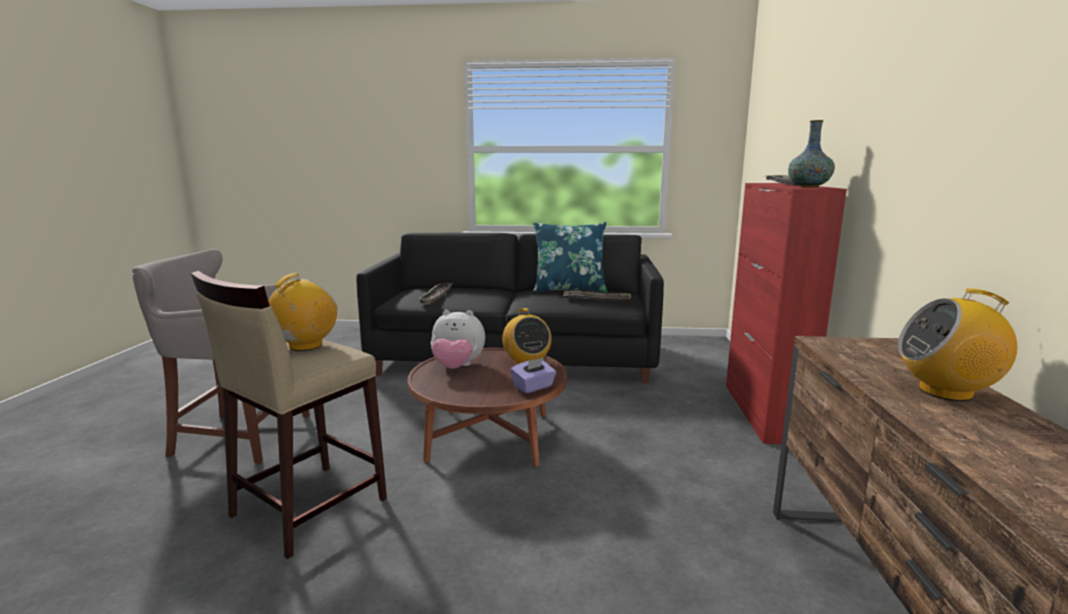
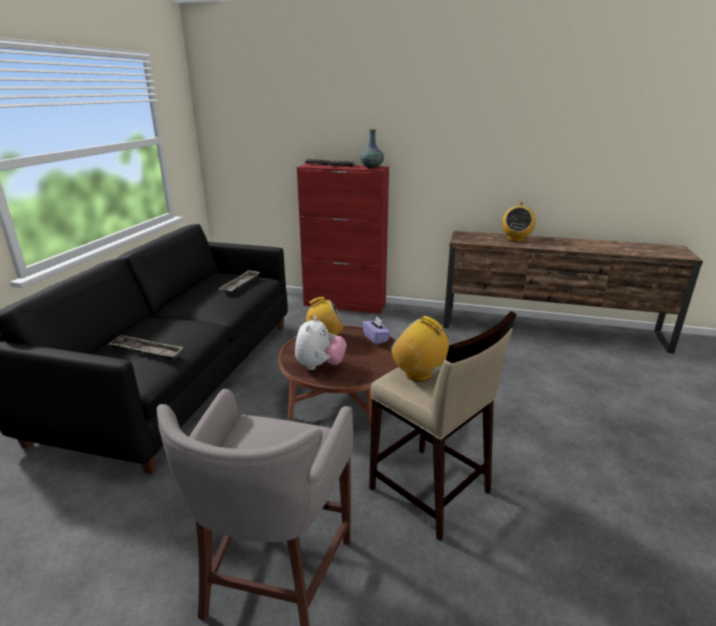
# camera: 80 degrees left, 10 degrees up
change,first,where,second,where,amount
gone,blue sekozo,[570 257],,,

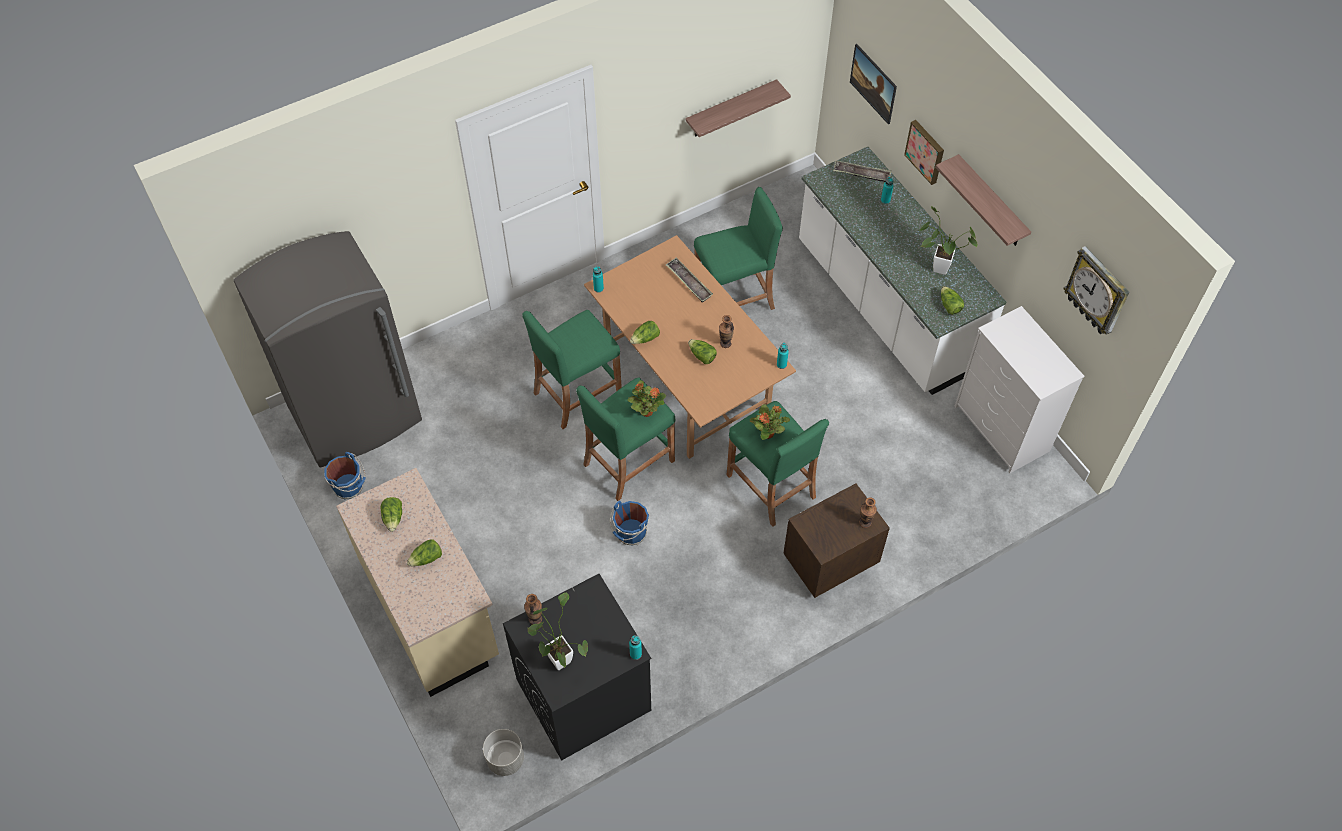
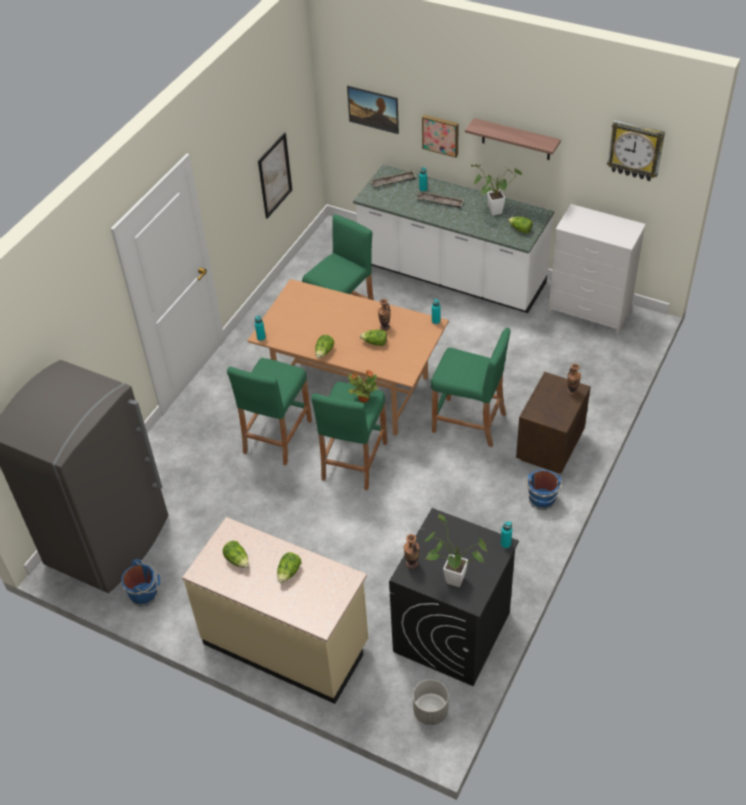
# camera: 30 degrees left, 10 degrees down
change,first,where,second,where,amount
swapped,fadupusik,[738 108],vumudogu,[275 176],
shifted,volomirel,[689 280],,[440 200],
gone,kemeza,[770 422],,,
shifted,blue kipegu,[630 523],,[544 489],

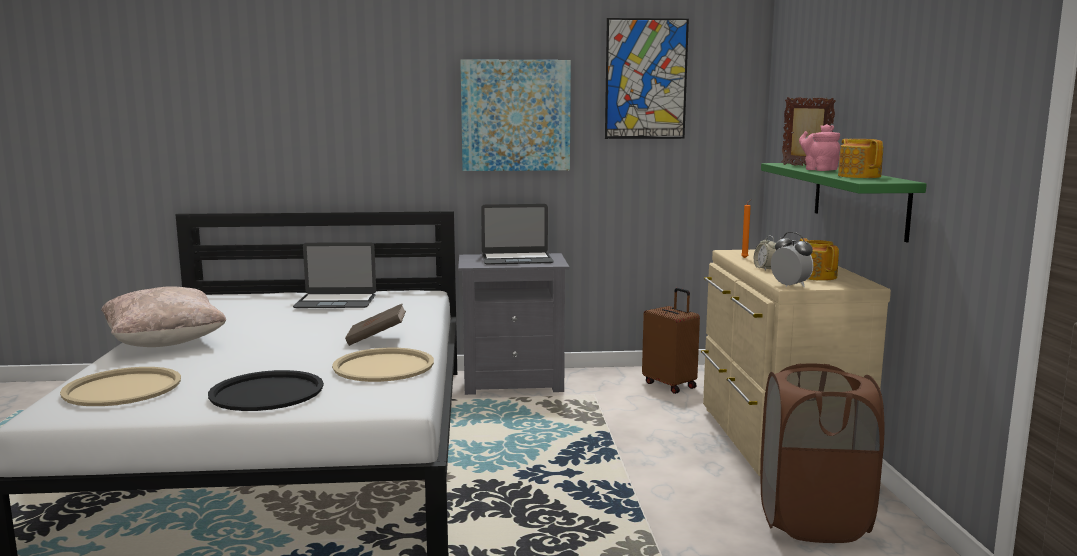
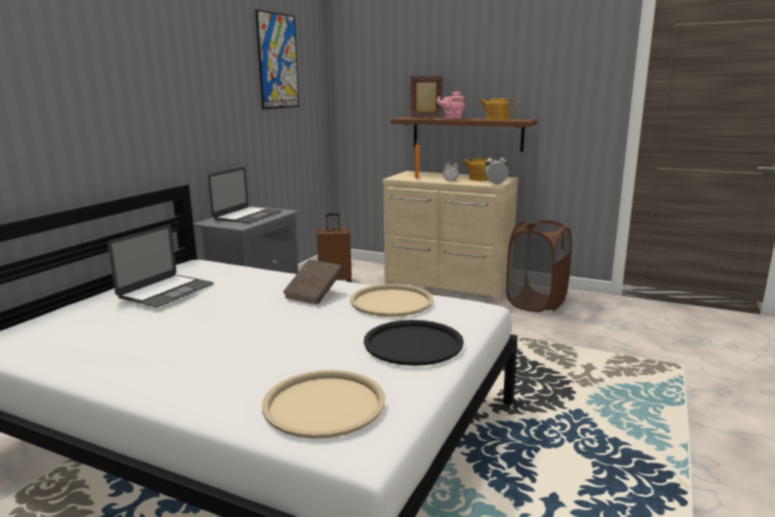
# camera: 60 degrees left, 5 degrees up
change,first,where,second,where,amount
gone,vumudogu,[515 115],,,
repainted,green fadupusik,[844 203],brown fadupusik,[464 134],
gone,beige sekozo,[163 317],,,

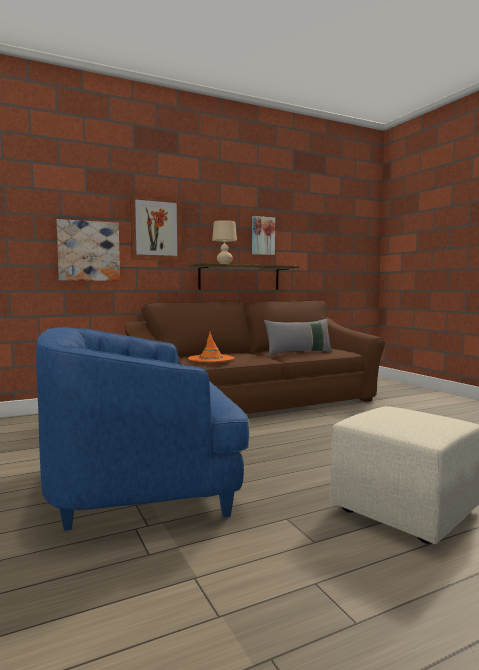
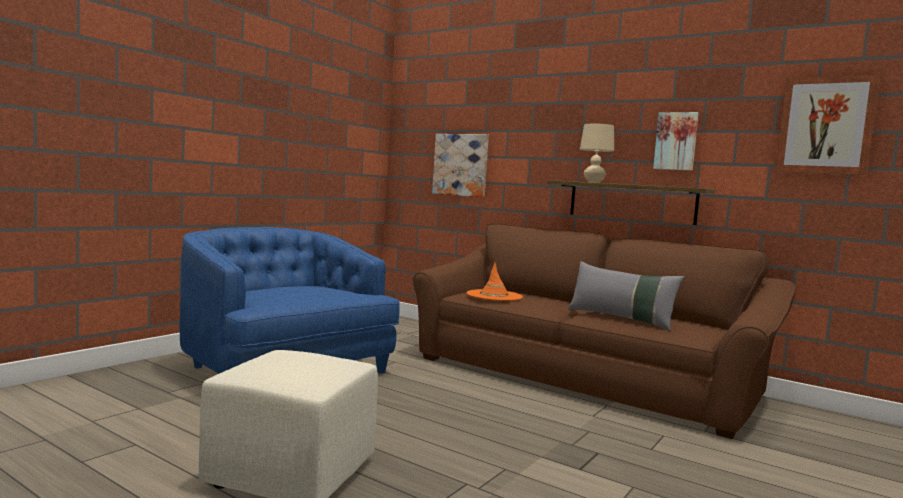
# camera: 60 degrees right, 0 degrees up
change,first,where,second,where,amount
shifted,vumudogu,[156 228],,[828 124],

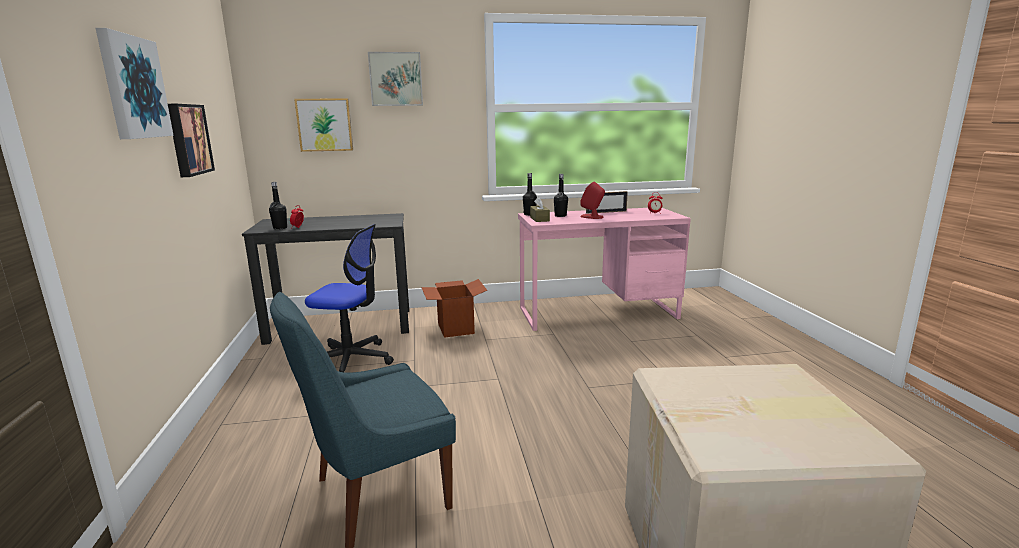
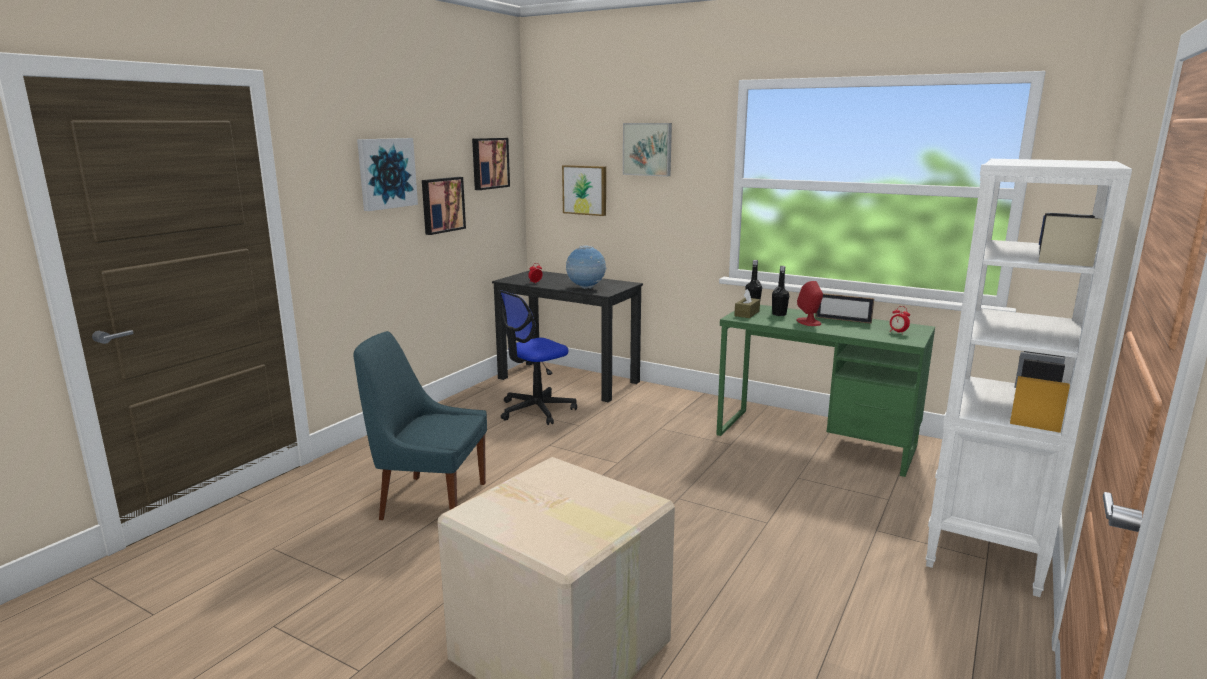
# camera: 40 degrees right, 0 degrees up
change,first,where,second,where,amount
gone,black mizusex,[278 205],,,
repainted,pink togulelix,[604 269],green togulelix,[825 391],
rotated,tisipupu,[349 298],,[538 357],90 degrees clockwise
gone,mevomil,[454 308],,,
new,,,vumudogu,[491 164],
new,,,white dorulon,[1029 378],
new,,,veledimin,[586 267],

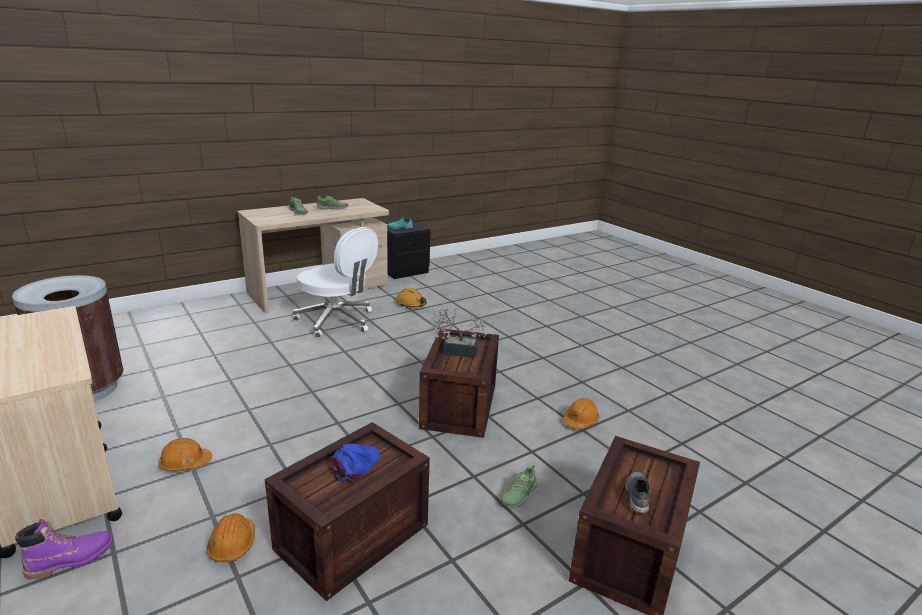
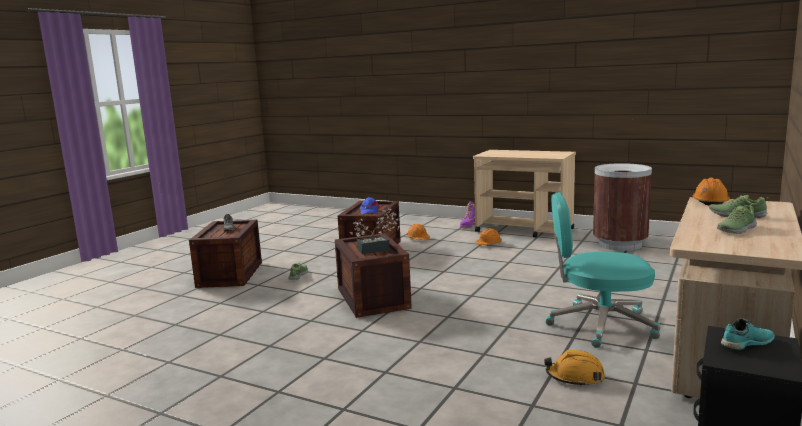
# camera: 155 degrees right, 10 degrees down
change,first,where,second,where,amount
repainted,white tisipupu,[335 282],turquoise tisipupu,[603 270],
shifted,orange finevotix,[581 413],,[711 191],

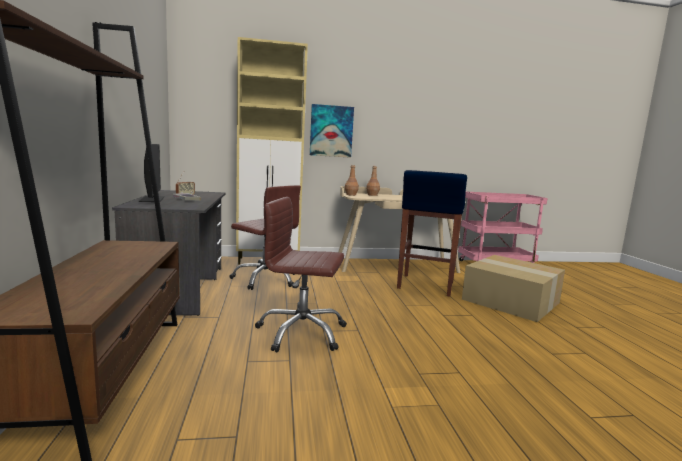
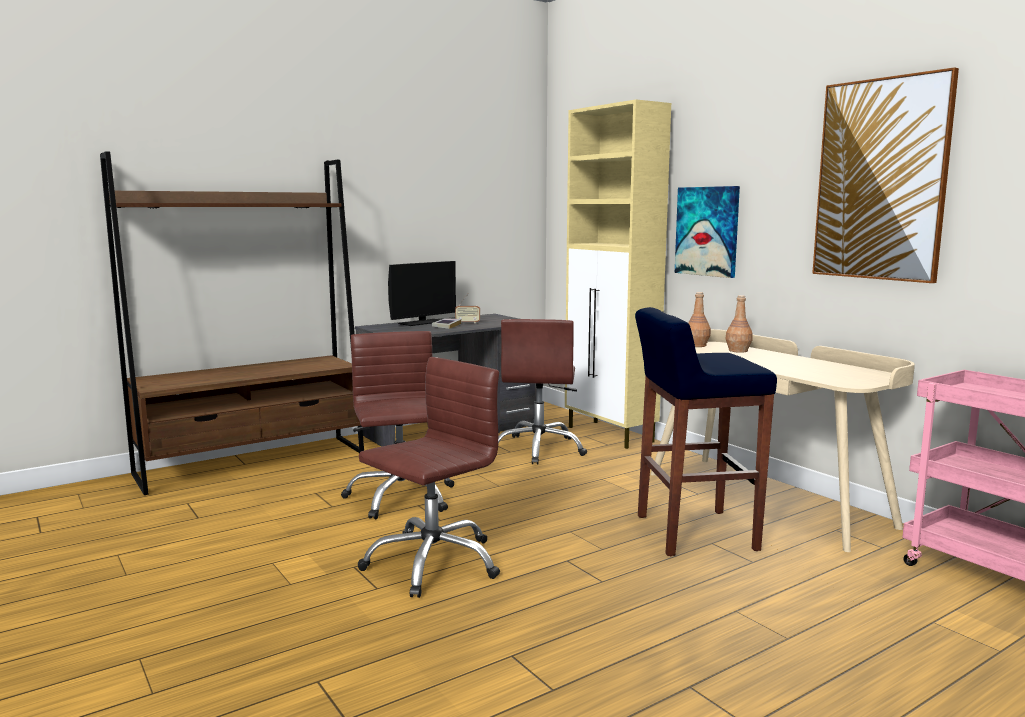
# camera: 65 degrees right, 0 degrees up
change,first,where,second,where,amount
gone,mevomil,[513 288],,,
new,,,vumudogu,[885 175],
new,,,brown tisipupu,[429 477],

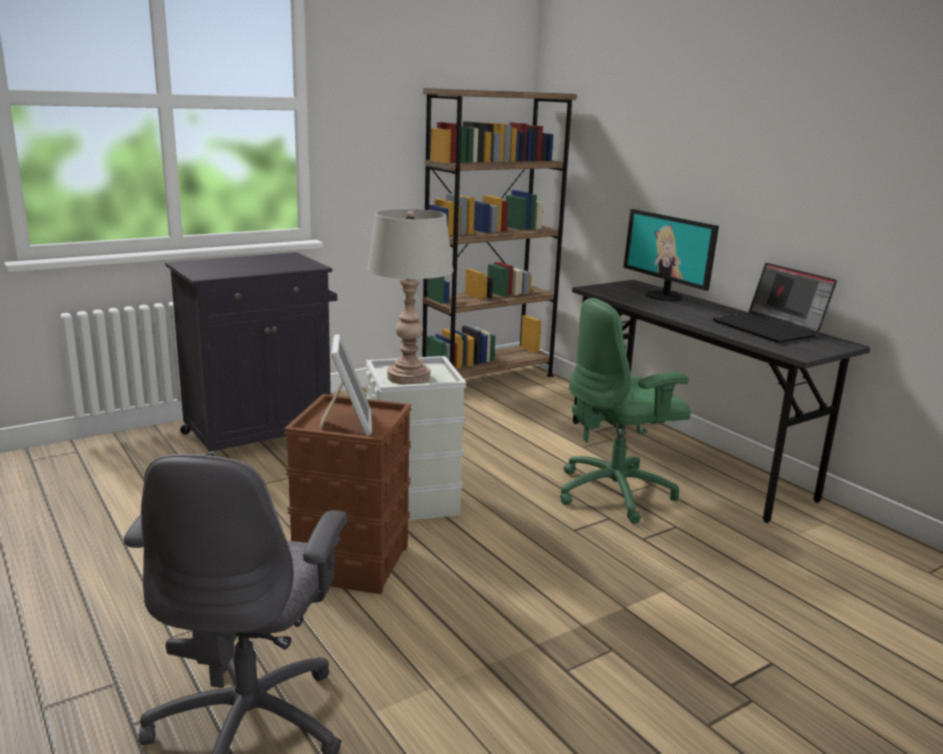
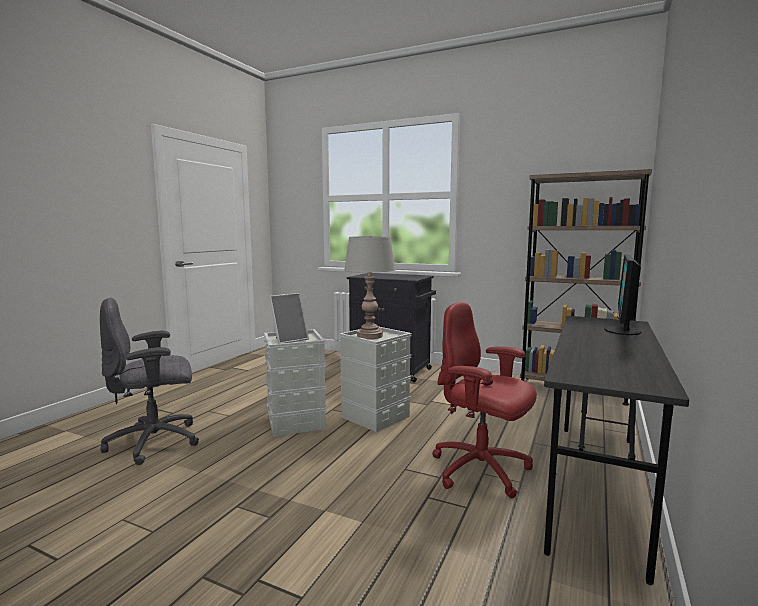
# camera: 60 degrees right, 10 degrees down
change,first,where,second,where,amount
gone,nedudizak,[774 303],,,
repainted,green tisipupu,[625 411],red tisipupu,[484 400],
repainted,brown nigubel,[347 494],grey nigubel,[295 383],

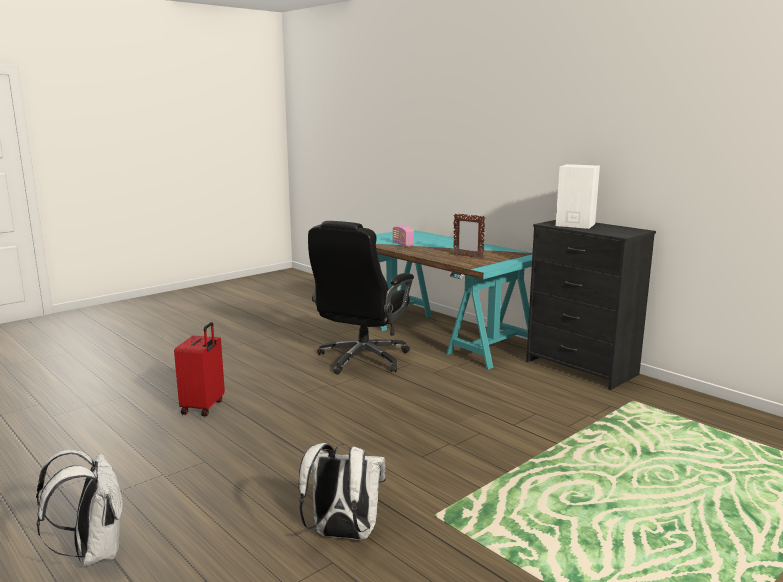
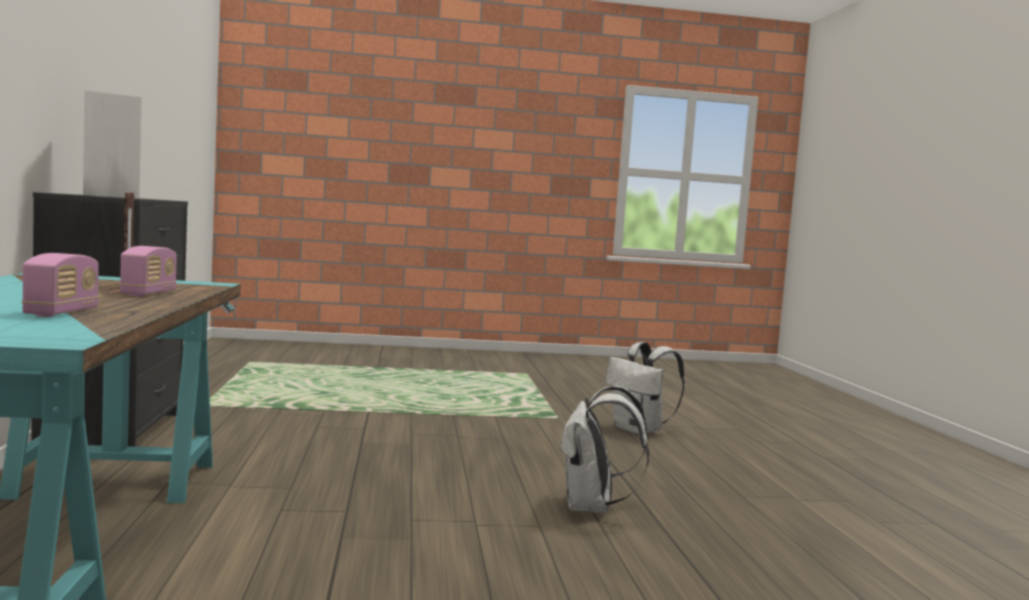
# camera: 145 degrees left, 10 degrees down
change,first,where,second,where,amount
gone,black tisipupu,[361 297],,,
gone,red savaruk,[199 369],,,
shifted,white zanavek,[80 508],,[604 449],
new,,,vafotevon,[148 271],

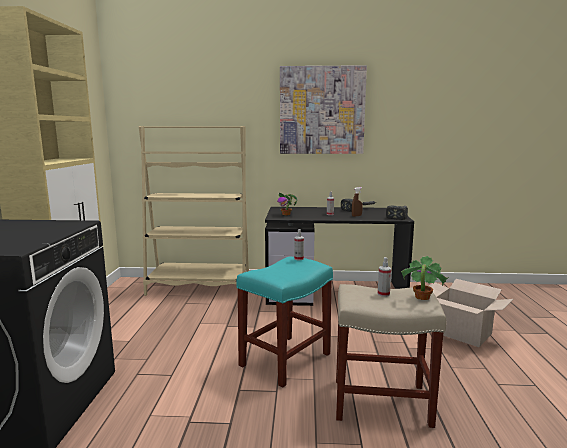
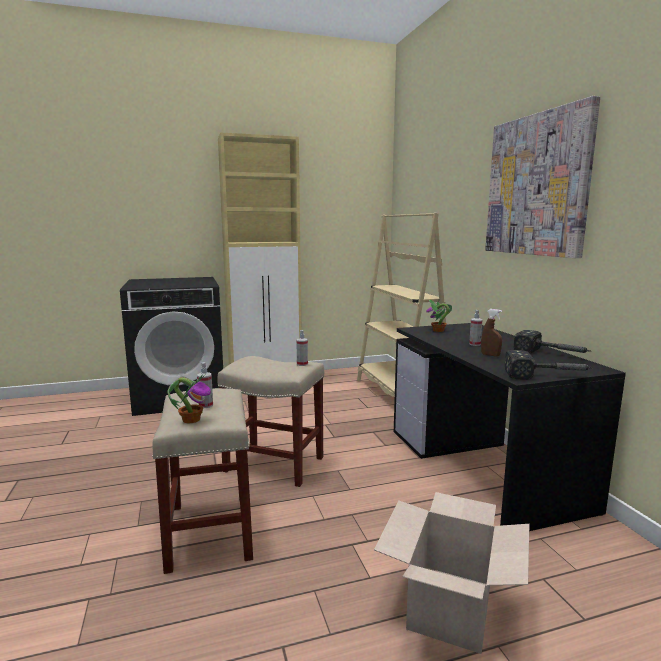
# camera: 70 degrees right, 0 degrees up
change,first,where,second,where,amount
repainted,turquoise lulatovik,[284 322],beige lulatovik,[270 421],

